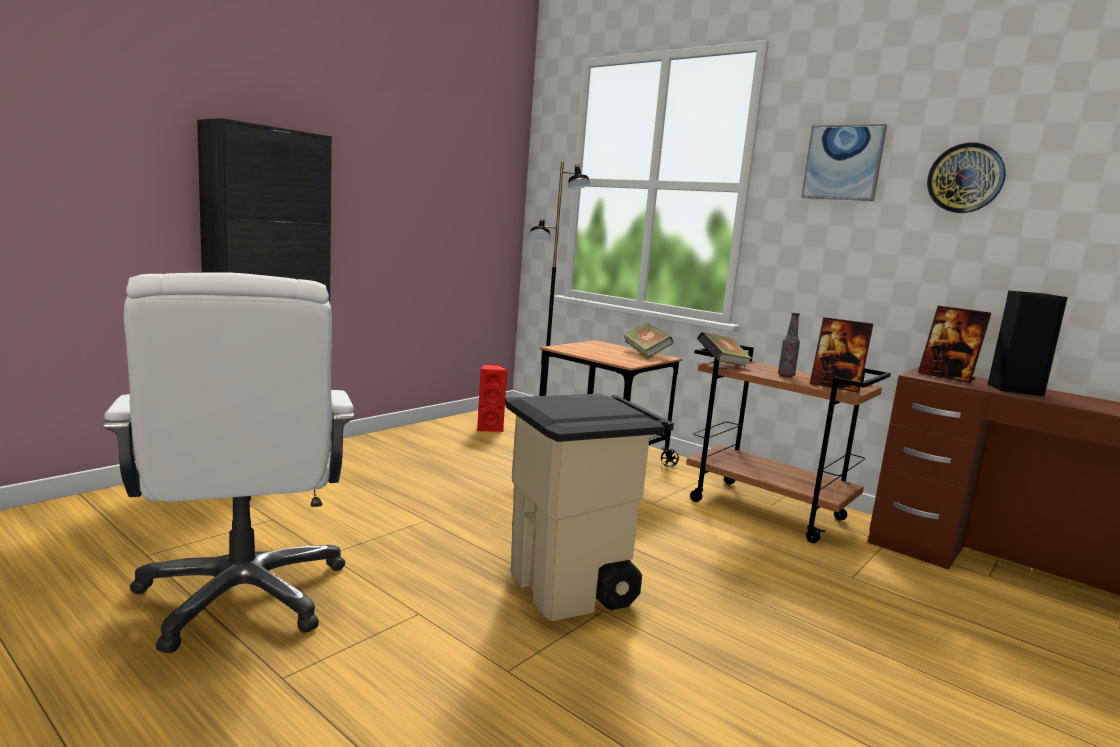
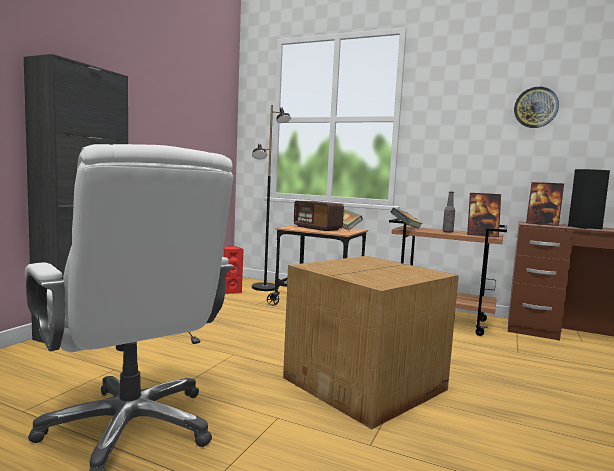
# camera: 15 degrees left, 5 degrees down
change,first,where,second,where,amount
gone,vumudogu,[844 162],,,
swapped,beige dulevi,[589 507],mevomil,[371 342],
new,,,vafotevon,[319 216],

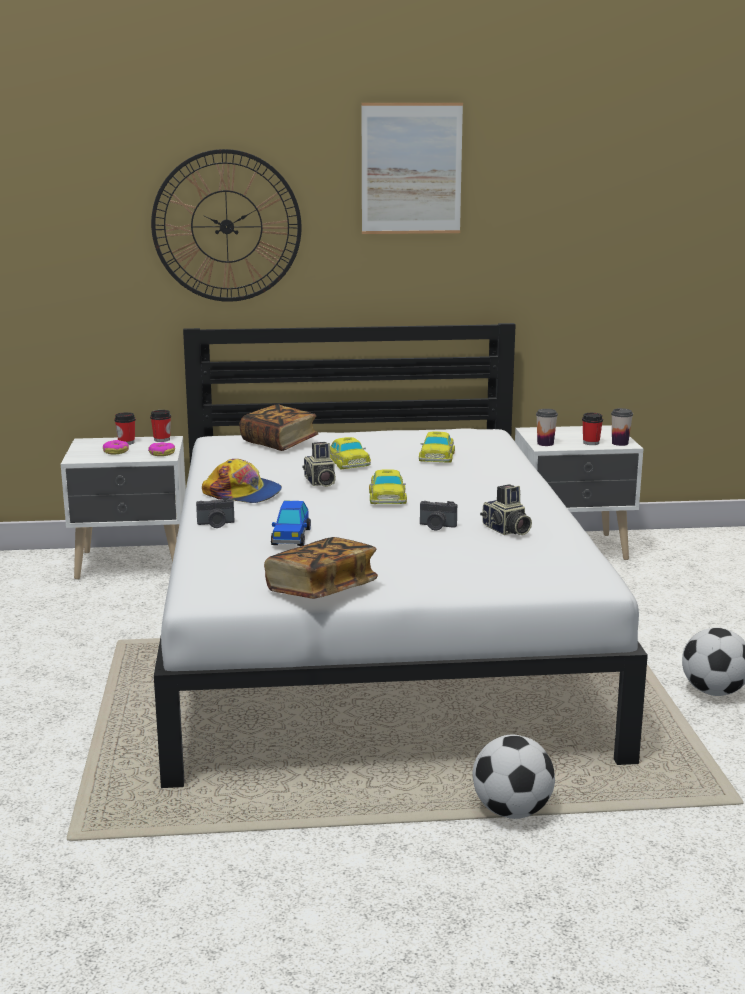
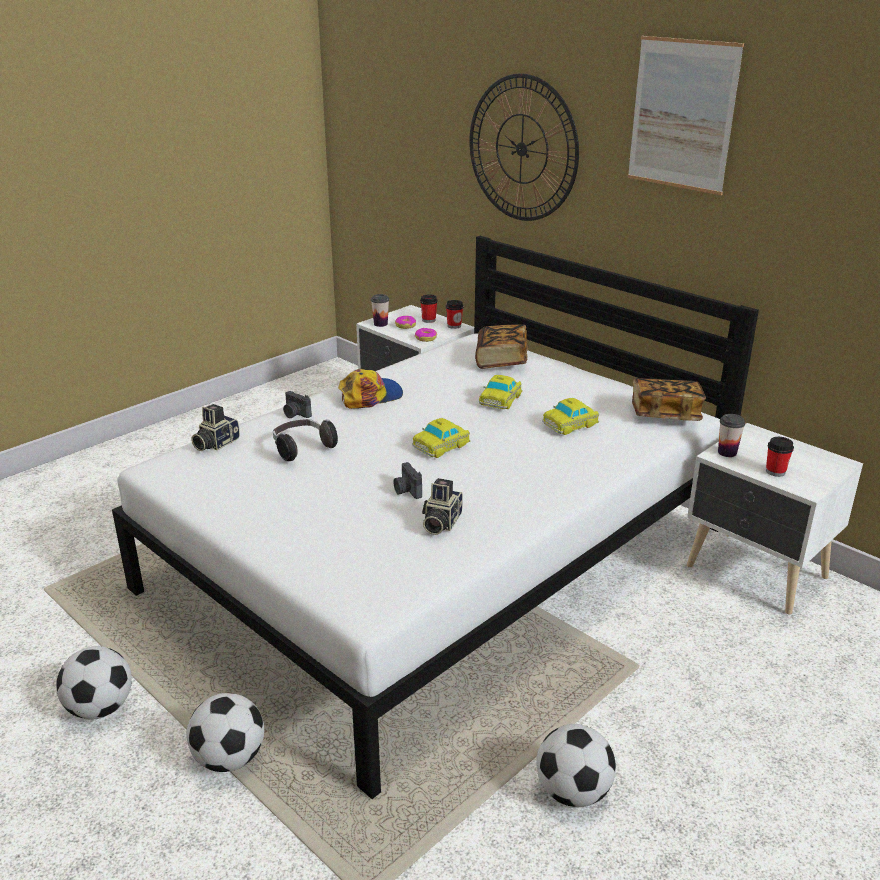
# camera: 50 degrees right, 10 degrees up
change,first,where,second,where,amount
shifted,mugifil,[622 427],,[380 310],
shifted,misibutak,[319 464],,[216 427],
rotated,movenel,[242 481],,[370 389],105 degrees counterclockwise
swapped,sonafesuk,[291 523],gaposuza,[305 440],
shifted,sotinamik,[321 568],,[669 399],
new,,,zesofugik,[94 683],

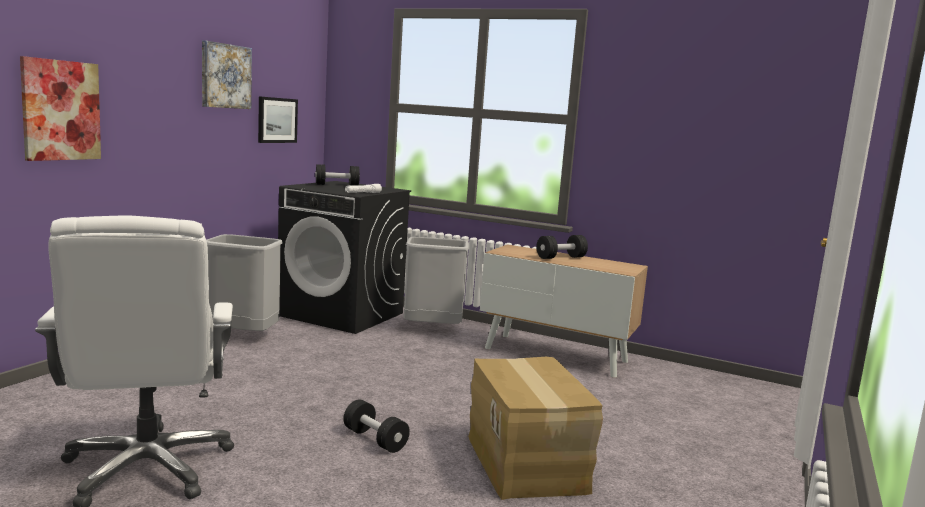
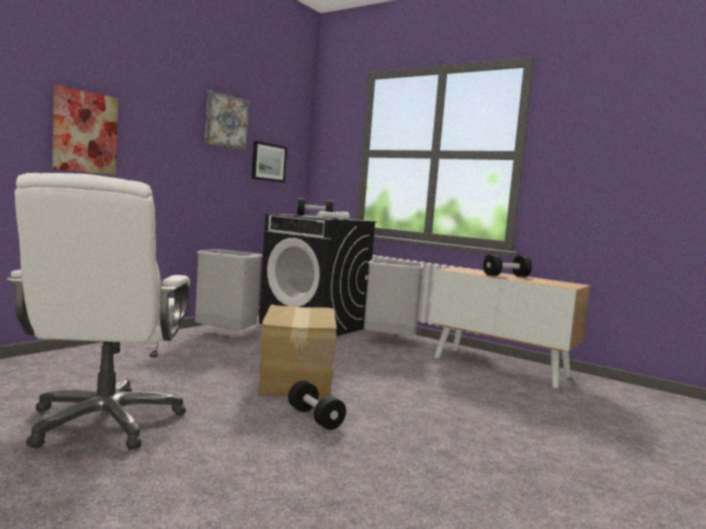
# camera: 10 degrees right, 5 degrees down
change,first,where,second,where,amount
shifted,mevomil,[535 428],,[297 352],

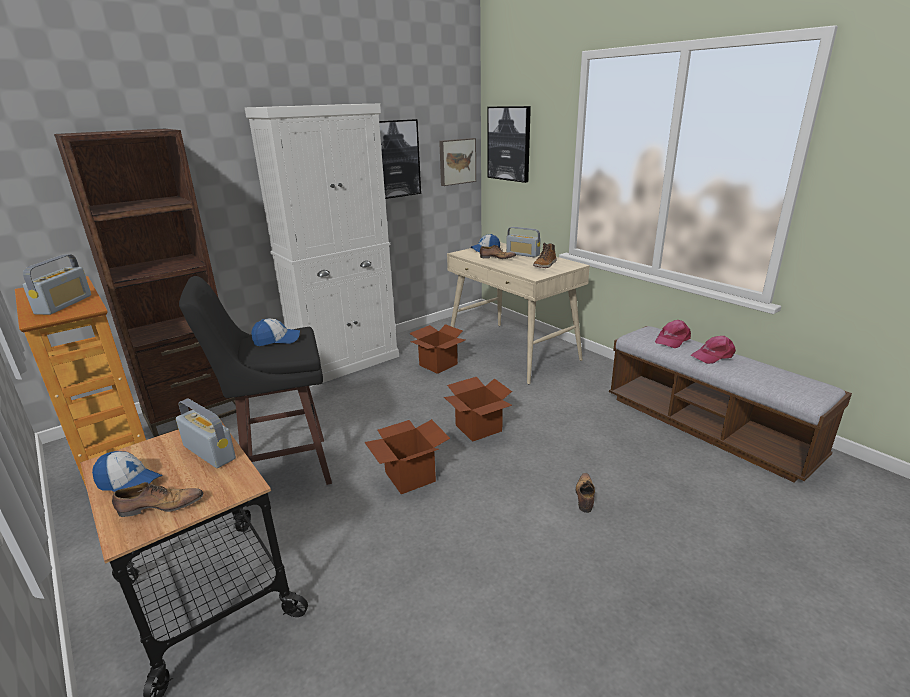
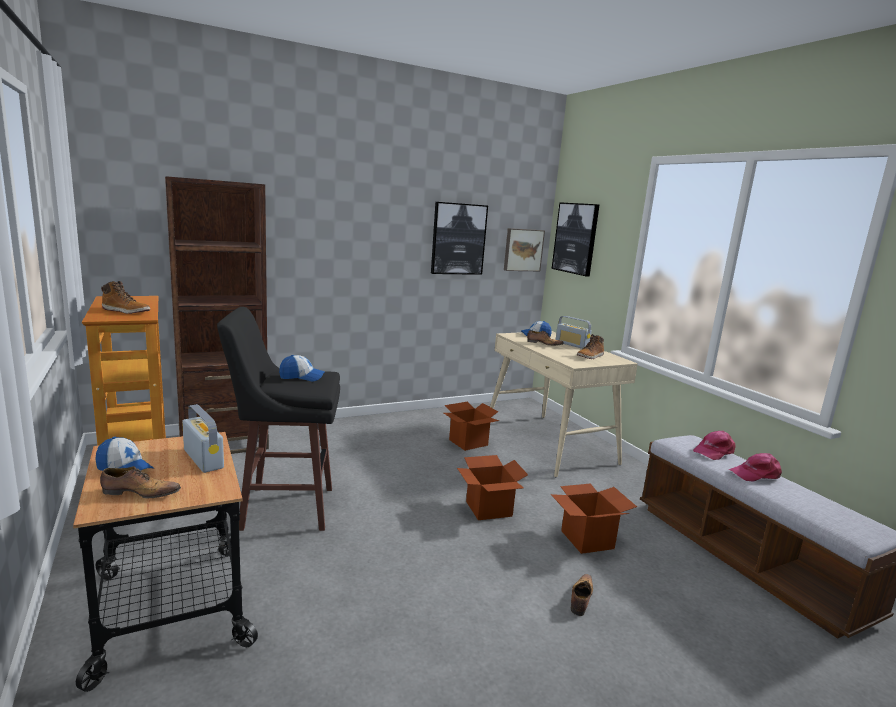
# camera: 10 degrees right, 10 degrees down
change,first,where,second,where,amount
gone,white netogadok,[322 245],,,
swapped,vafotevon,[57 284],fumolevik,[125 297],
shifted,mevomil,[407 456],,[594 518],

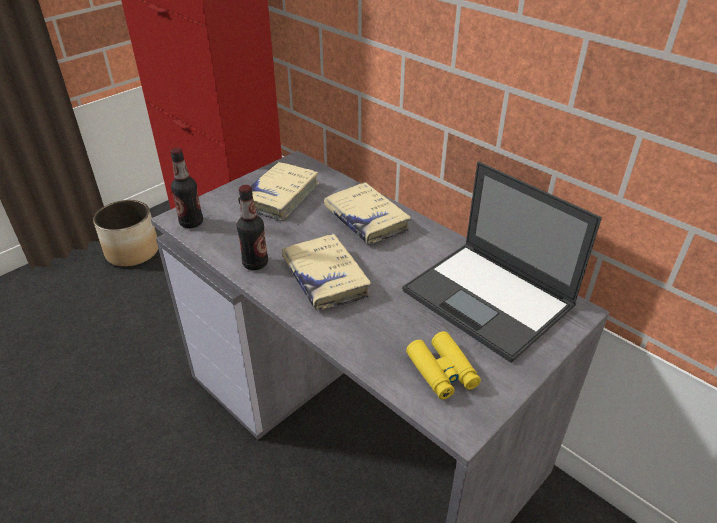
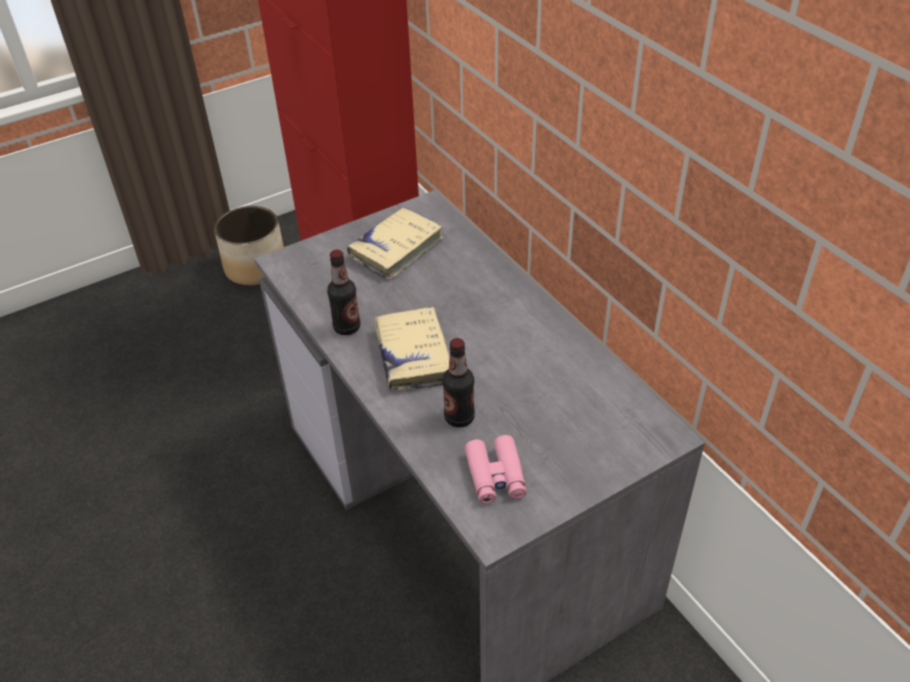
# camera: 15 degrees right, 5 degrees up
change,first,where,second,where,amount
shifted,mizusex,[186 187],,[458 382],
gone,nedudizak,[502 262],,,
gone,beige sotinamik,[368 213],,,
repainted,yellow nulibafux,[443 365],pink nulibafux,[496 469],

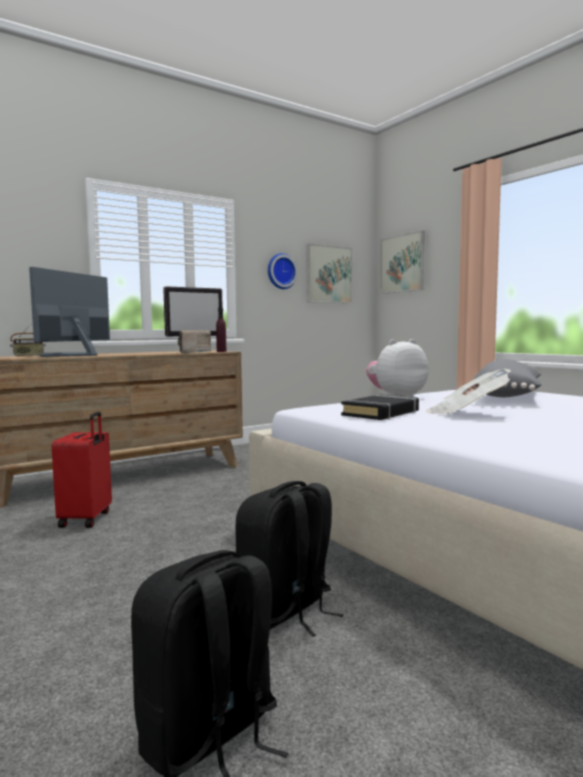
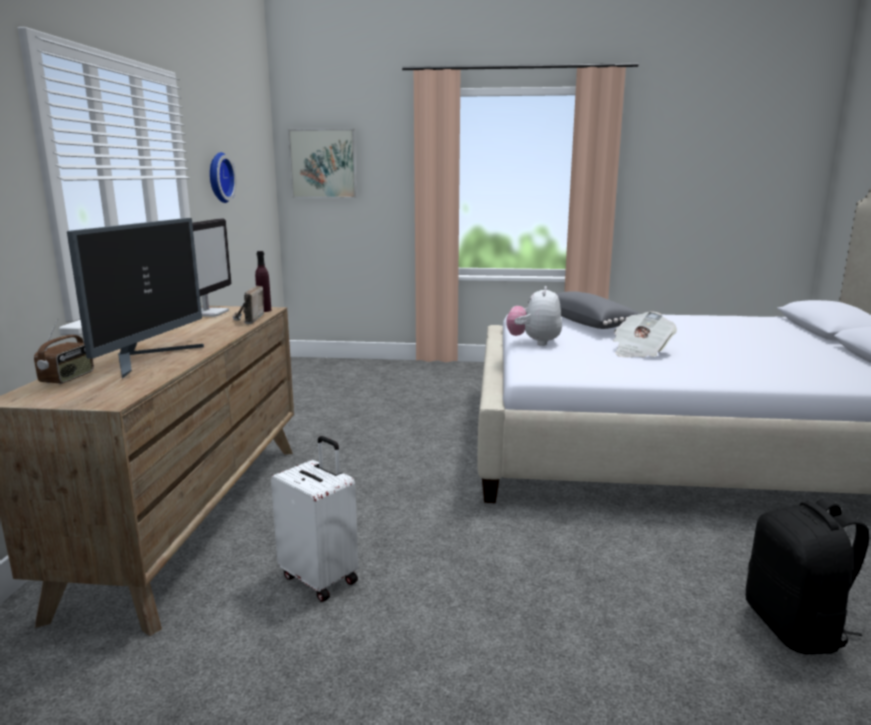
# camera: 50 degrees left, 10 degrees up
change,first,where,second,where,amount
gone,vumudogu,[329 273],,,
rotated,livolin,[69 312],,[135 298],135 degrees counterclockwise
gone,black sotinamik,[380 407],,,
repainted,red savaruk,[81 469],white savaruk,[314 519],
gone,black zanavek,[289 559],,,

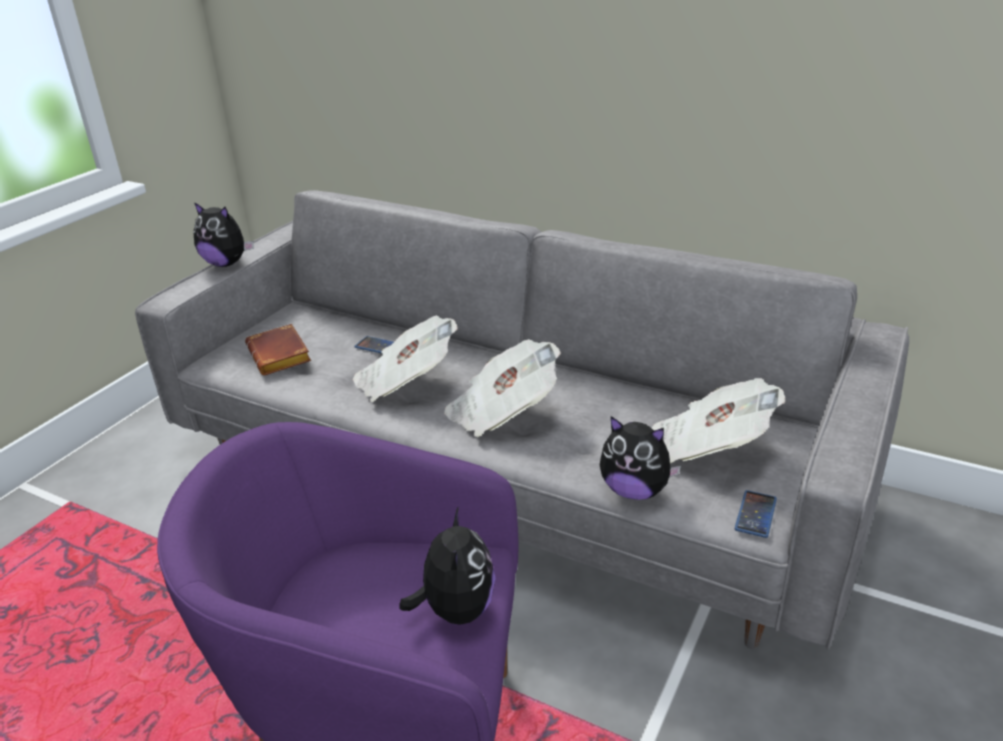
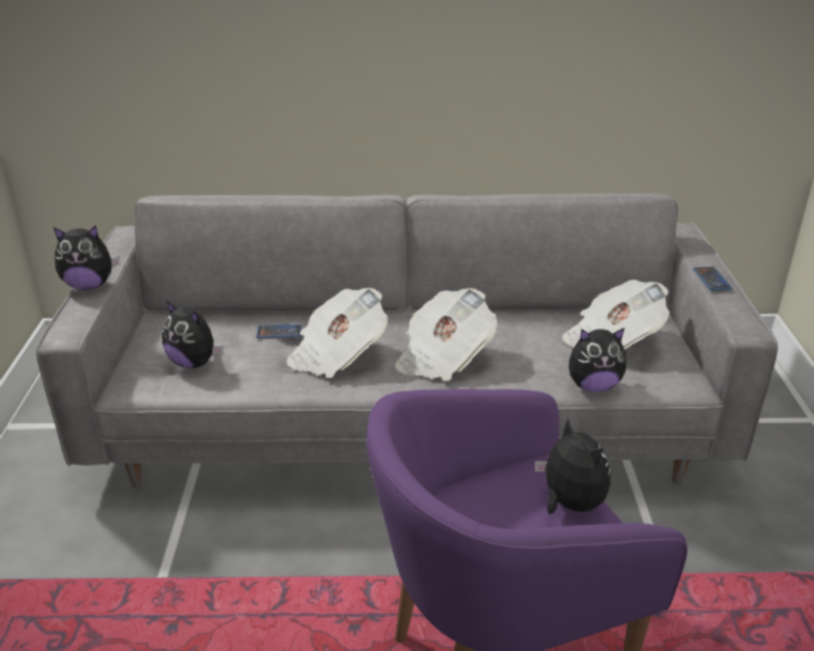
# camera: 30 degrees left, 0 degrees up
change,first,where,second,where,amount
swapped,brown sotinamik,[278 349],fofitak,[192 334],
shifted,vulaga,[756 514],,[712 279],

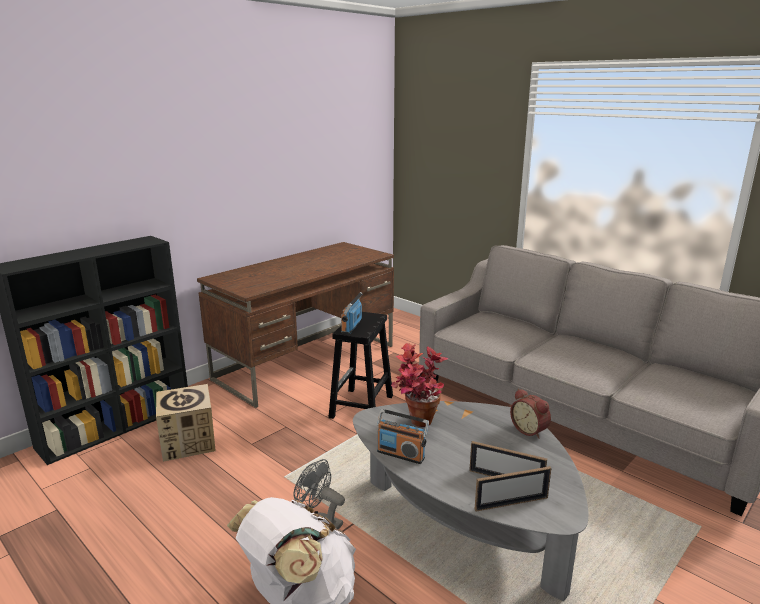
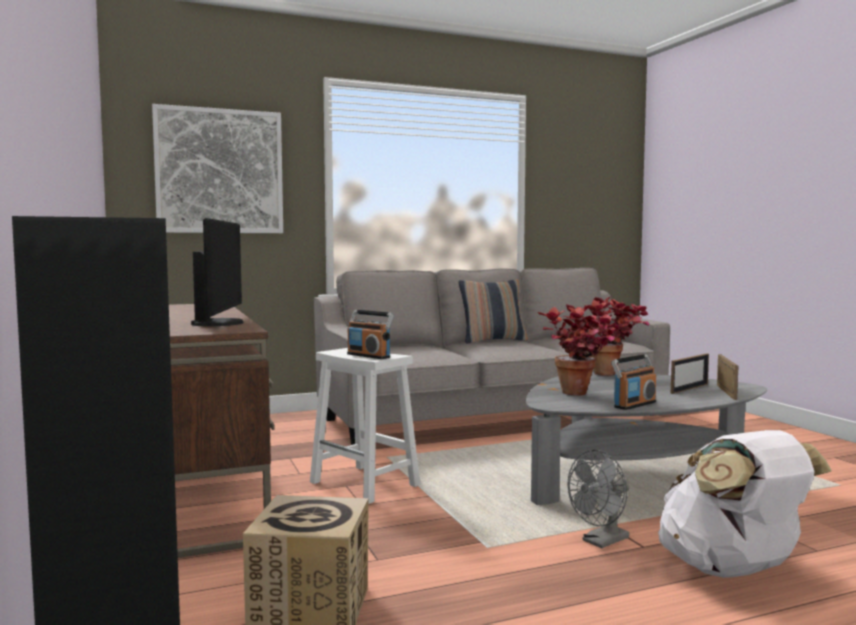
# camera: 65 degrees left, 15 degrees down
change,first,where,second,where,amount
repainted,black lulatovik,[360 365],white lulatovik,[365 426],
swapped,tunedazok,[530 414],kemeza,[617 336],
new,,,vumudogu,[217 168],
new,,,livolin,[217 272],
new,,,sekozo,[493 311],

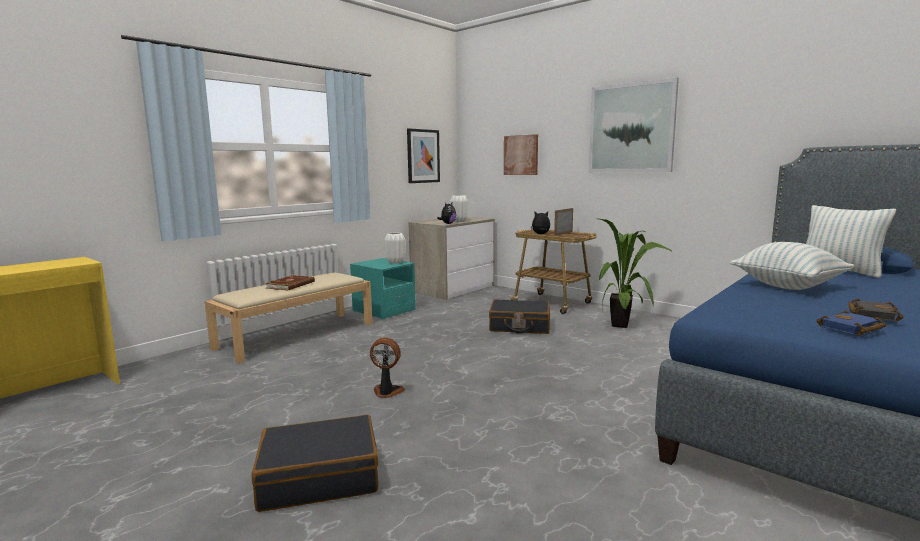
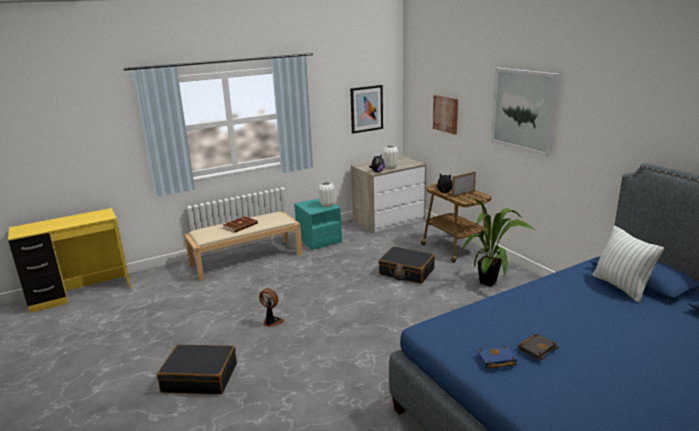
# camera: 20 degrees right, 10 degrees up
change,first,where,second,where,amount
gone,sekozo,[792 266],,,

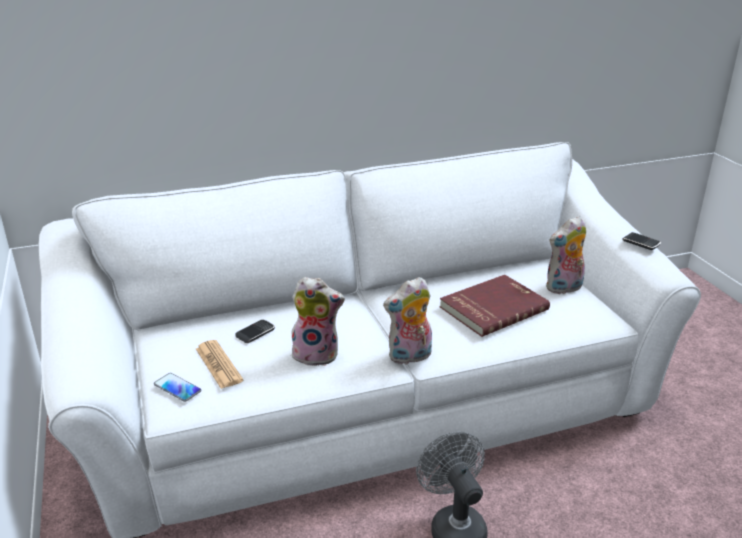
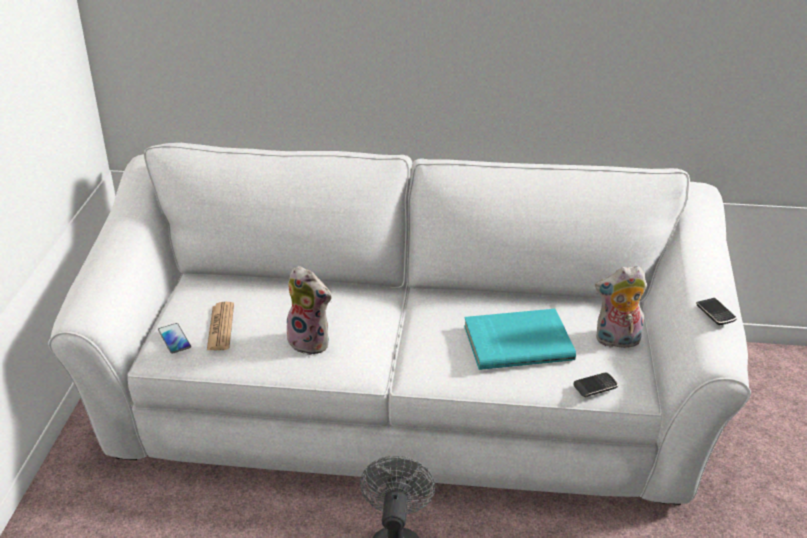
# camera: 25 degrees right, 5 degrees up
change,first,where,second,where,amount
repainted,red sotinamik,[494 306],turquoise sotinamik,[520 339],
gone,fofitak,[407 321],,,
shifted,vulaga,[255 331],,[595 384],

